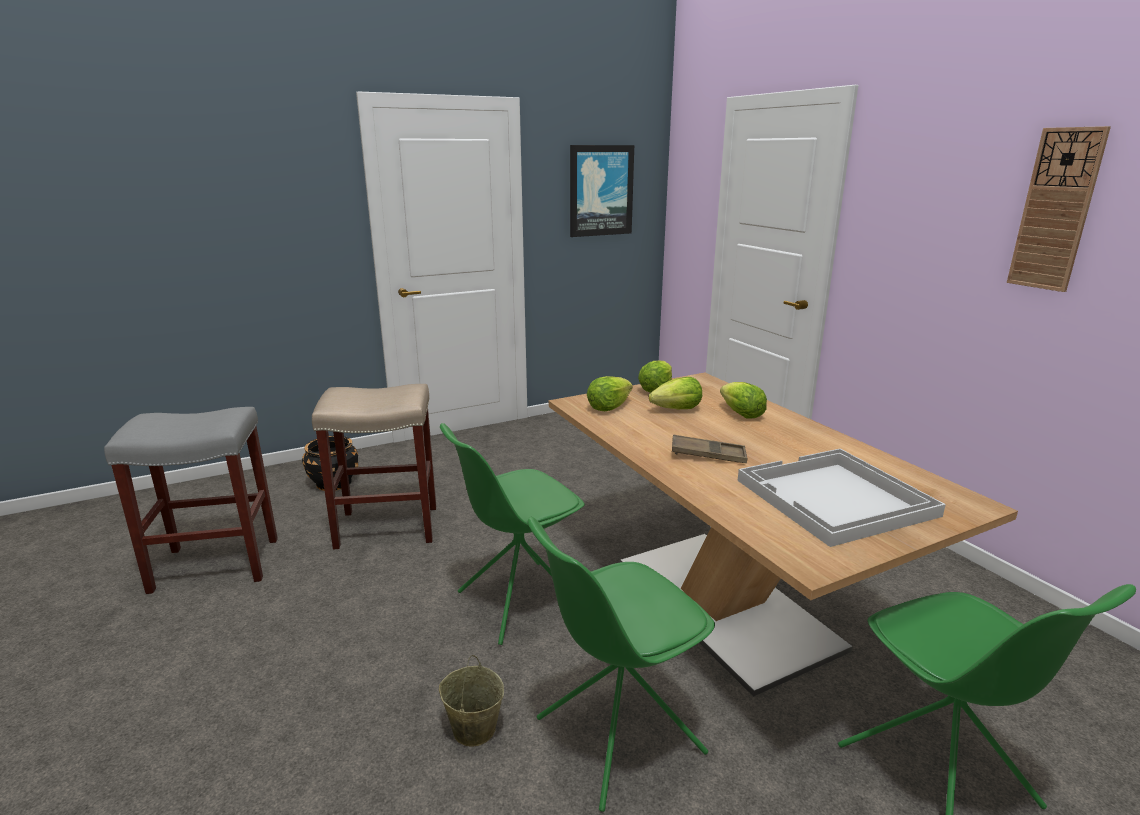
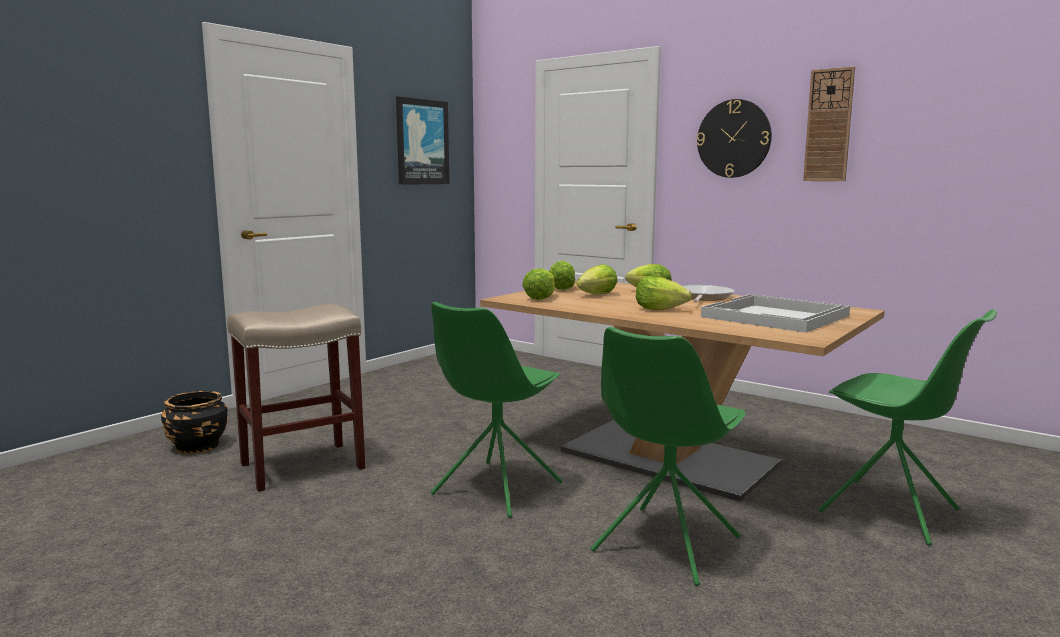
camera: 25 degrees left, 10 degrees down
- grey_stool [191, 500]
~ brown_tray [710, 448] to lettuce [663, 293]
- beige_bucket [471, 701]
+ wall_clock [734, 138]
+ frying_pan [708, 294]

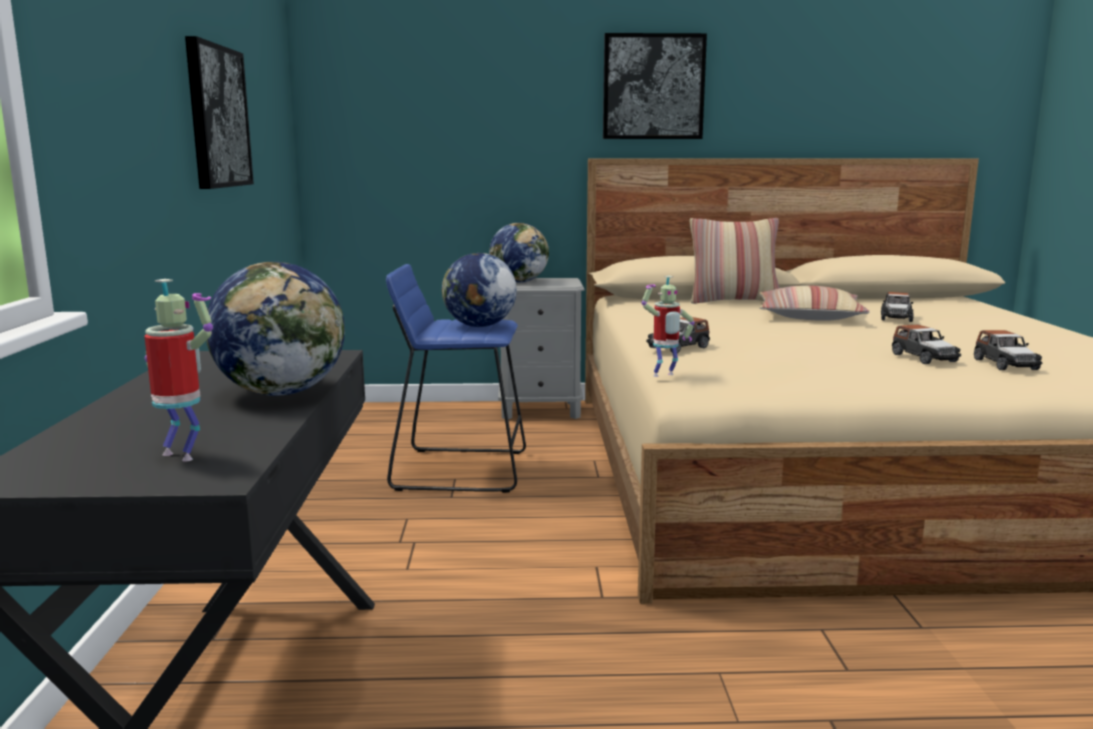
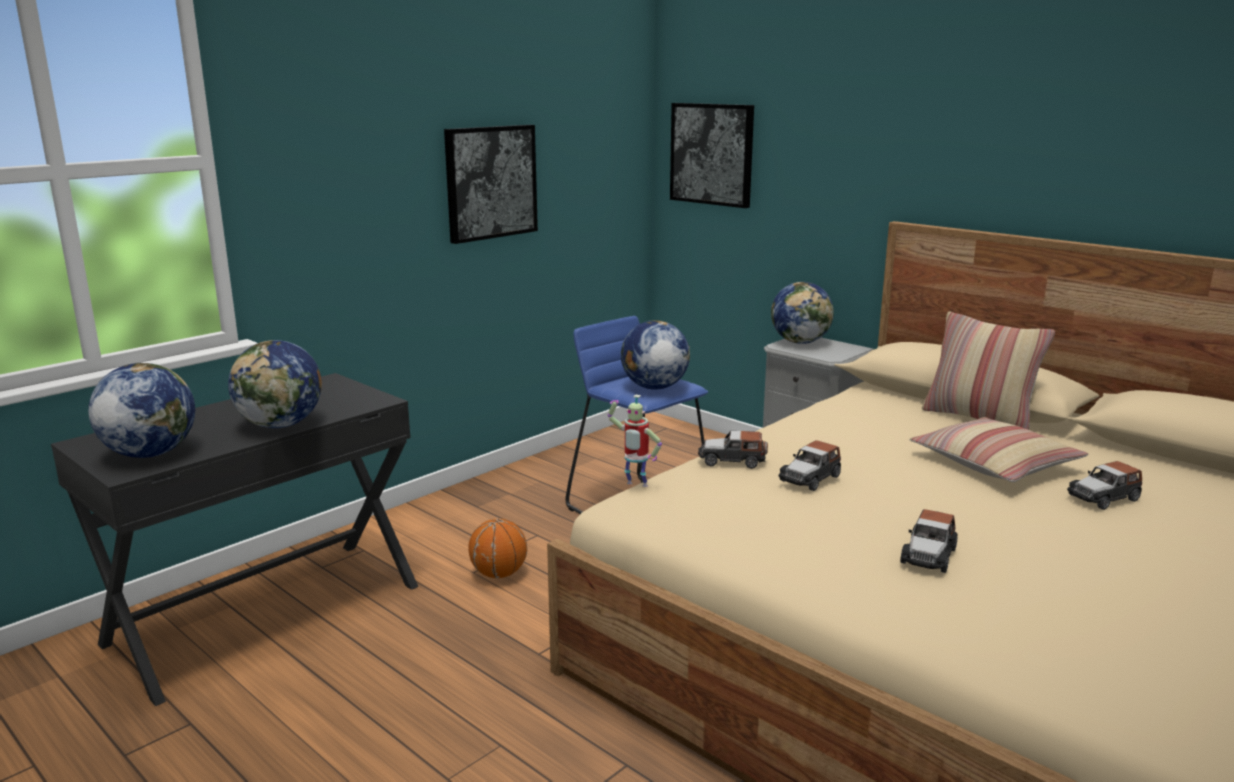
camera: 45 degrees right, 5 degrees up
~ picture [655, 86] to [712, 155]
~ toy_robot [178, 370] to globe [141, 410]
~ toy_car [1008, 350] to [809, 465]
+ basketball [498, 548]

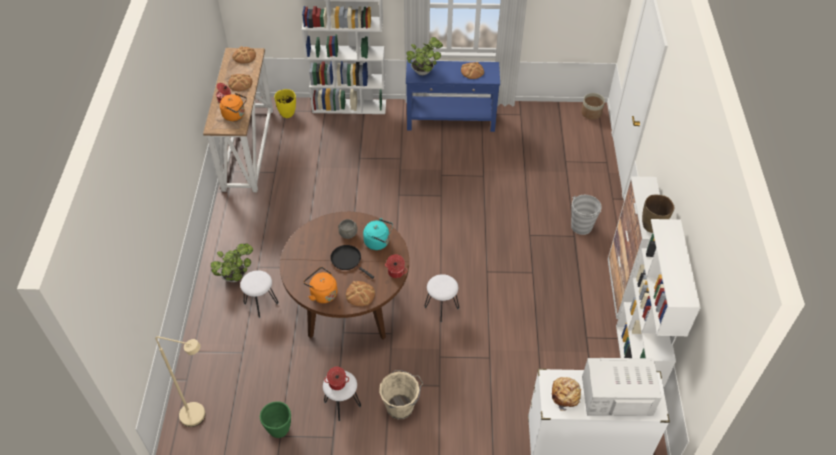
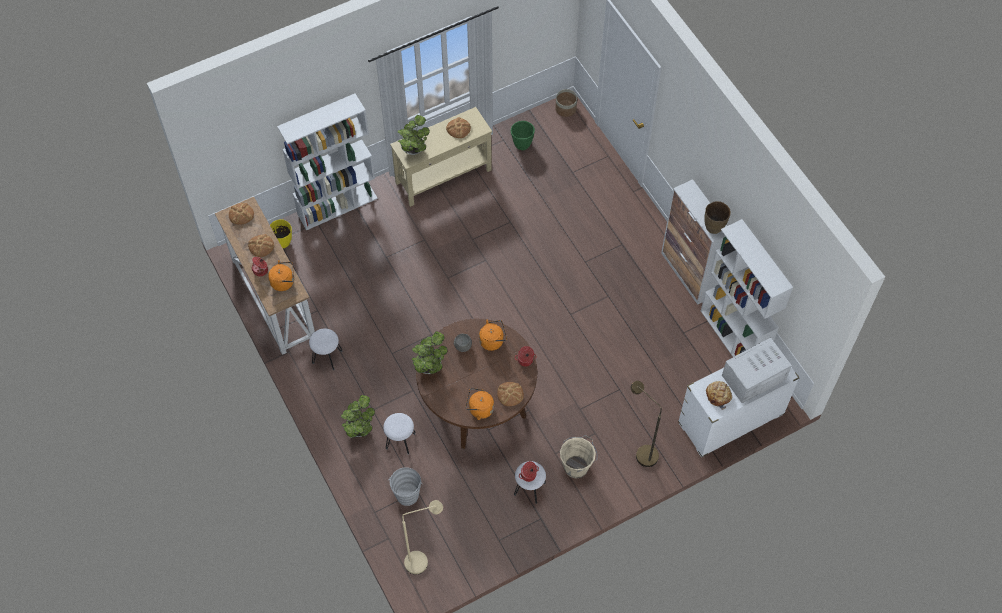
camera: 30 degrees left, 10 degrees up
~ blue_console_table [453, 96] to beige_console_table [441, 157]
~ grey_bucket [586, 215] to [405, 486]
~ turquoise_kettle [378, 234] to orange_kettle [493, 335]
- black_frying_pan [352, 262]
~ white_stool [441, 298] to [325, 349]
~ green_planter [275, 420] to [523, 135]
+ potted_plant [429, 352]
+ brown_floor_lamp [646, 424]

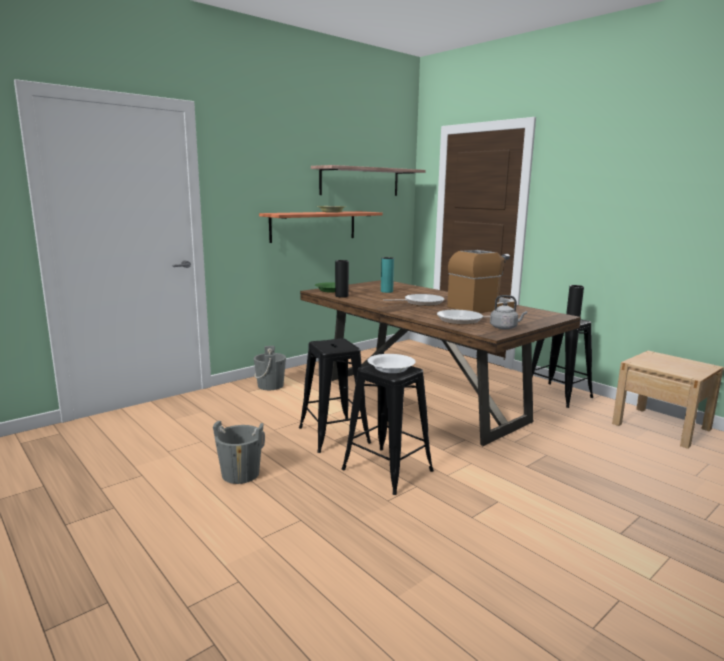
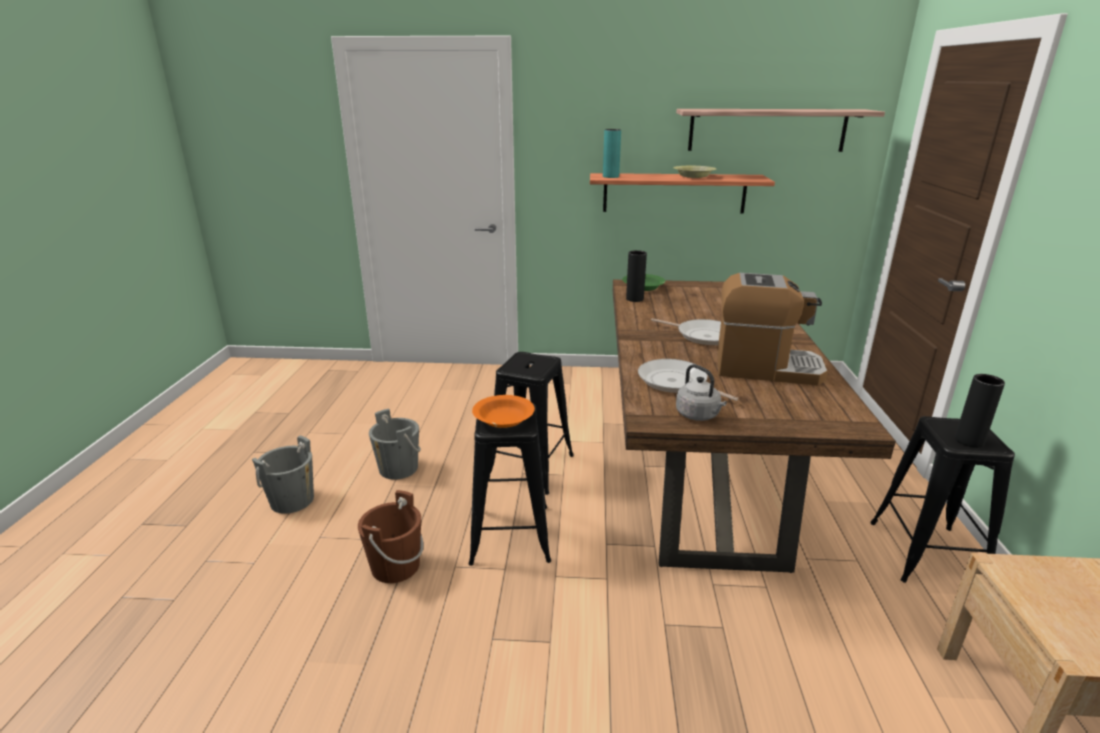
camera: 45 degrees right, 10 degrees up
~ turquoise_vase [387, 275] to [612, 153]
~ grey_bucket [270, 368] to [283, 475]
~ white_bowl [391, 363] to orange_bowl [503, 411]
+ brown_bucket [391, 536]

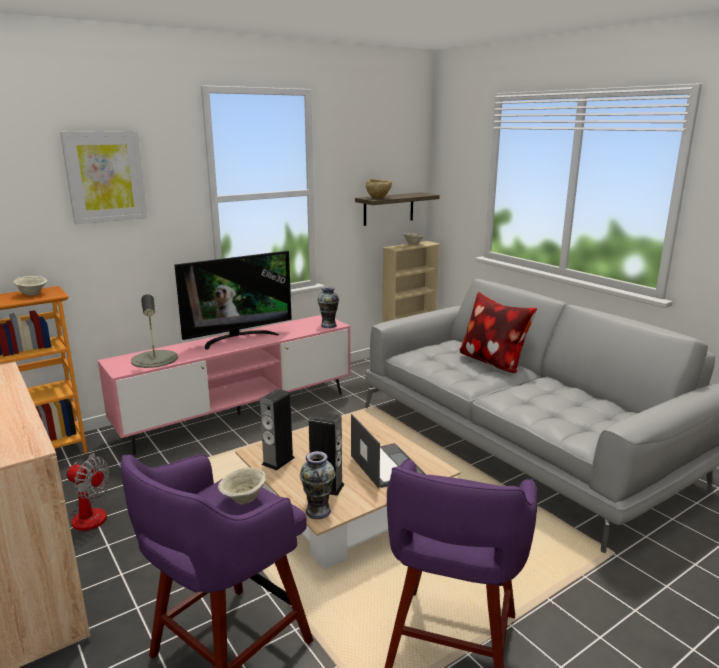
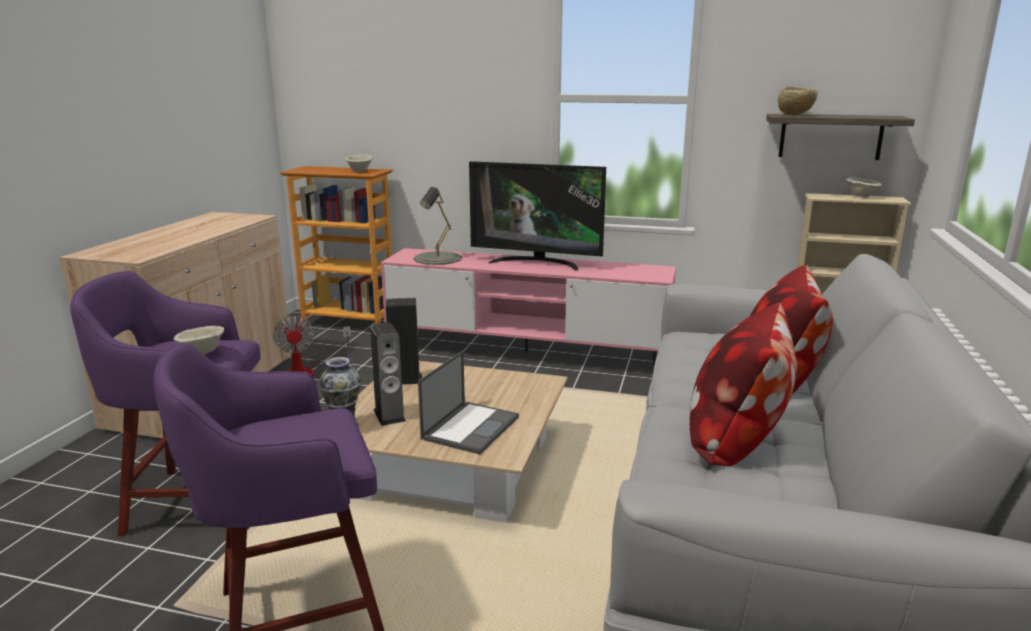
camera: 50 degrees right, 0 degrees up
- picture [103, 177]
- vase [328, 307]
+ pillow [743, 384]

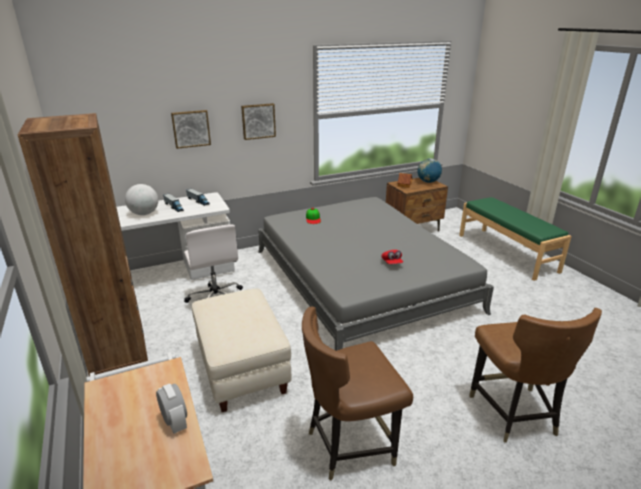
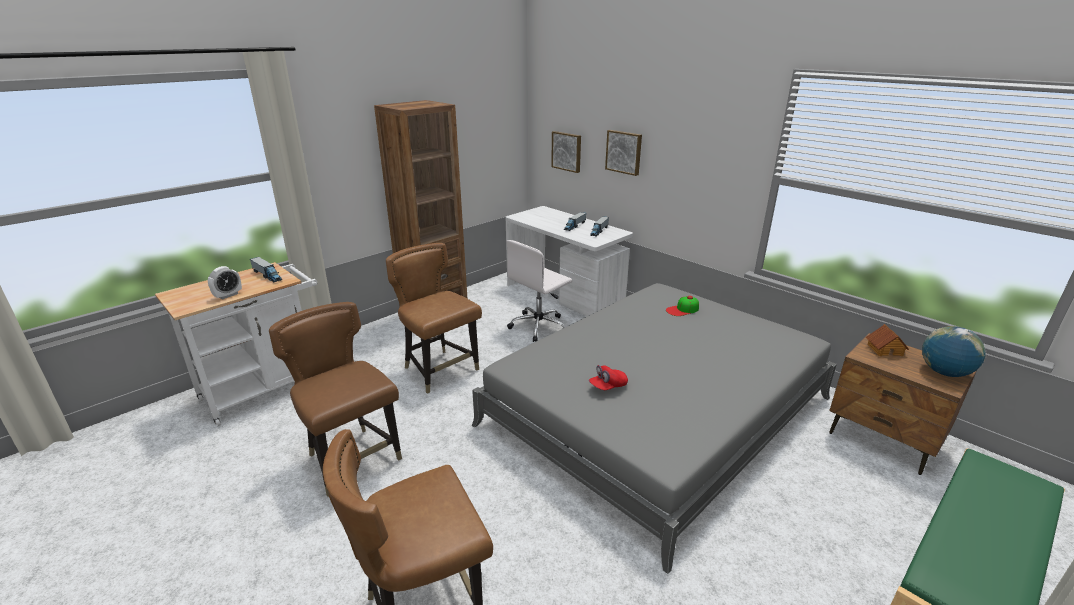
camera: 70 degrees right, 0 degrees up
~ picture [258, 121] to [566, 152]
- globe [141, 199]
~ beige_ottoman [242, 350] to brown_chair [434, 318]
+ toy_truck [266, 270]

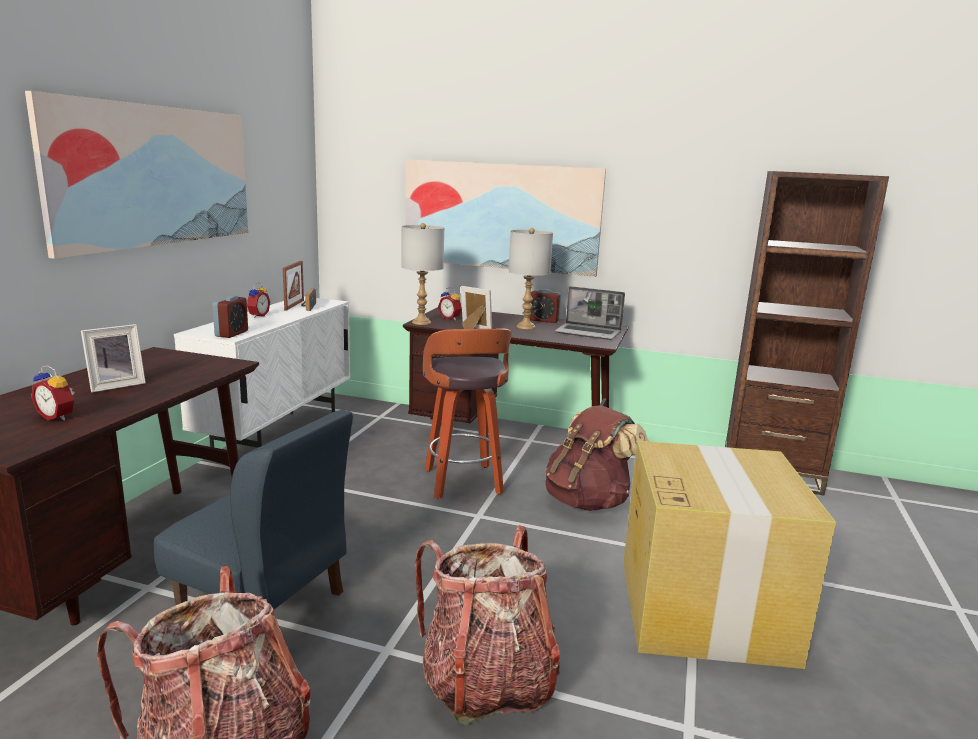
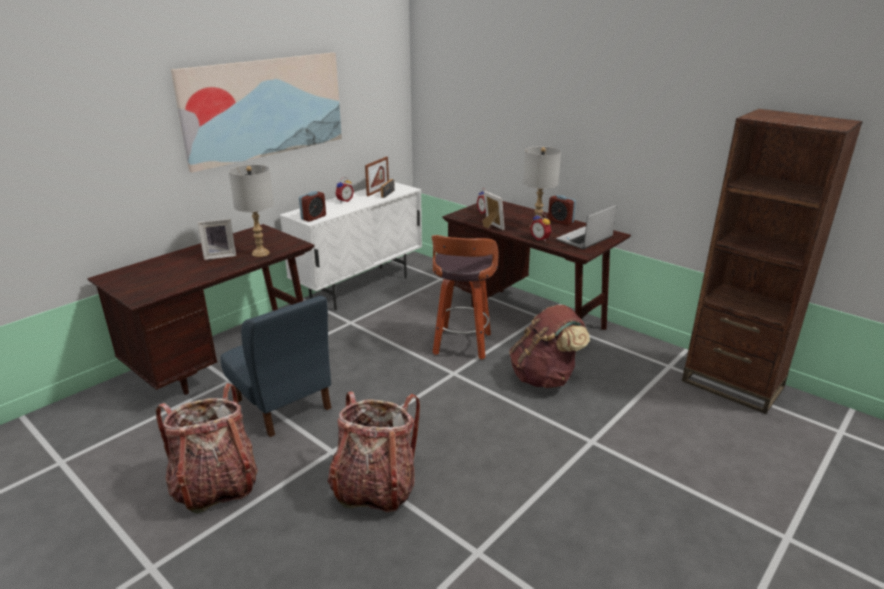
camera: 25 degrees right, 10 degrees up
- picture [505, 218]
~ grey_table_lamp [422, 274] to [251, 210]
~ laptop [590, 313] = [586, 226] 90 degrees clockwise
~ alarm_clock [52, 393] to [541, 226]
- cardboard_box [729, 555]

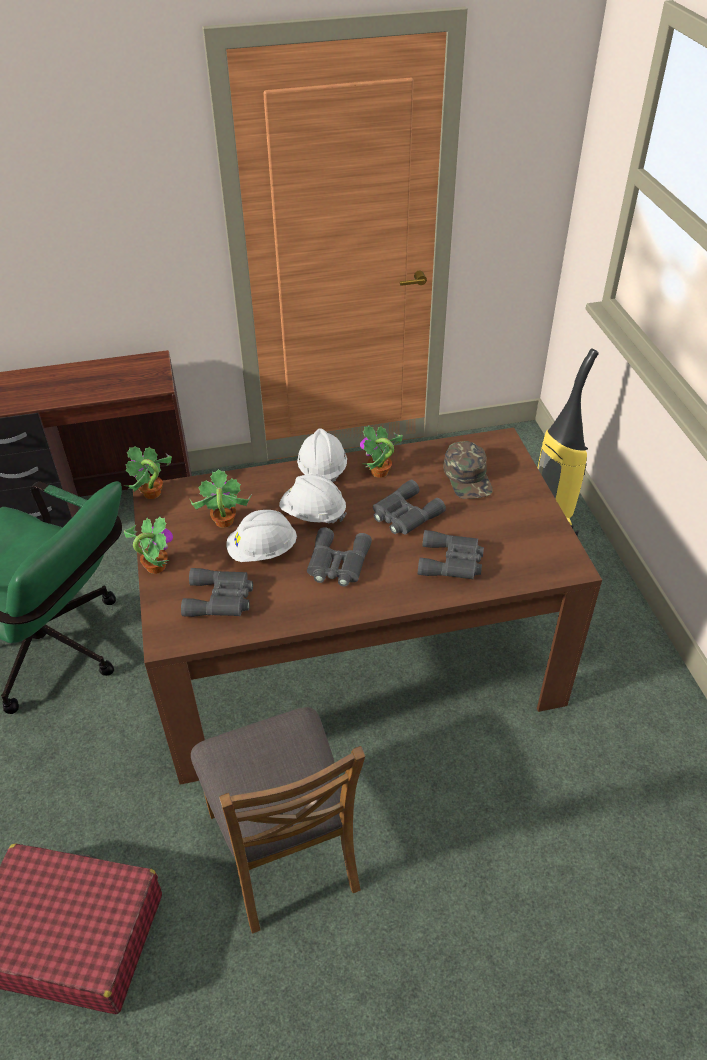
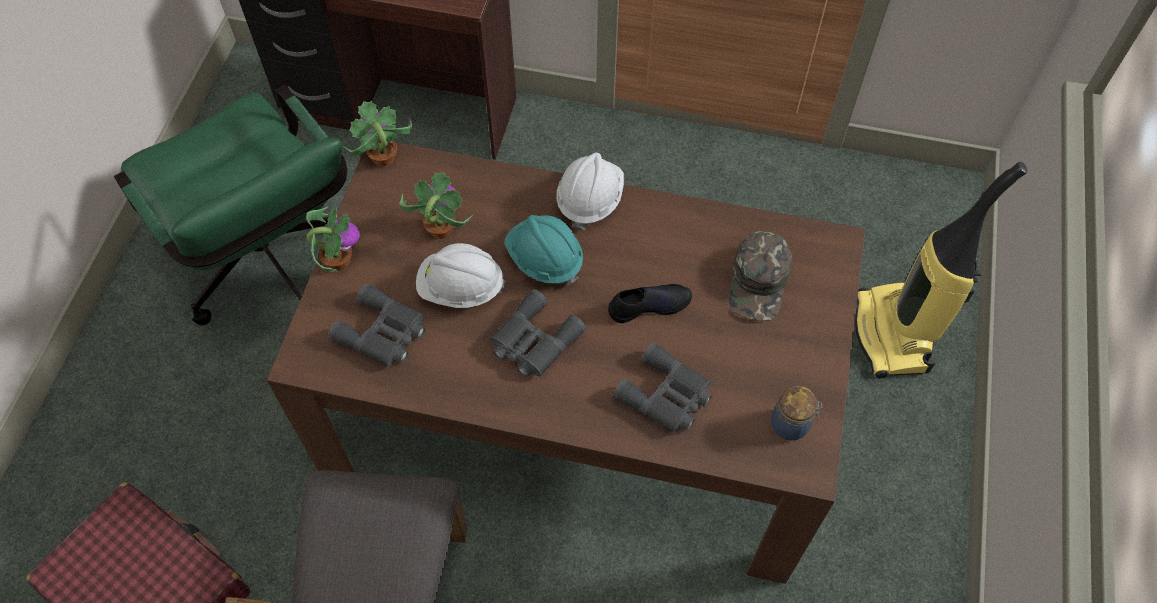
camera: 25 degrees right, 15 degrees up
- potted_plant [381, 452]
~ white_hard_hat [313, 498] to turquoise_hard_hat [543, 250]
~ grey_binoculars [409, 507] to black_shoe [650, 303]
+ jar [796, 413]

